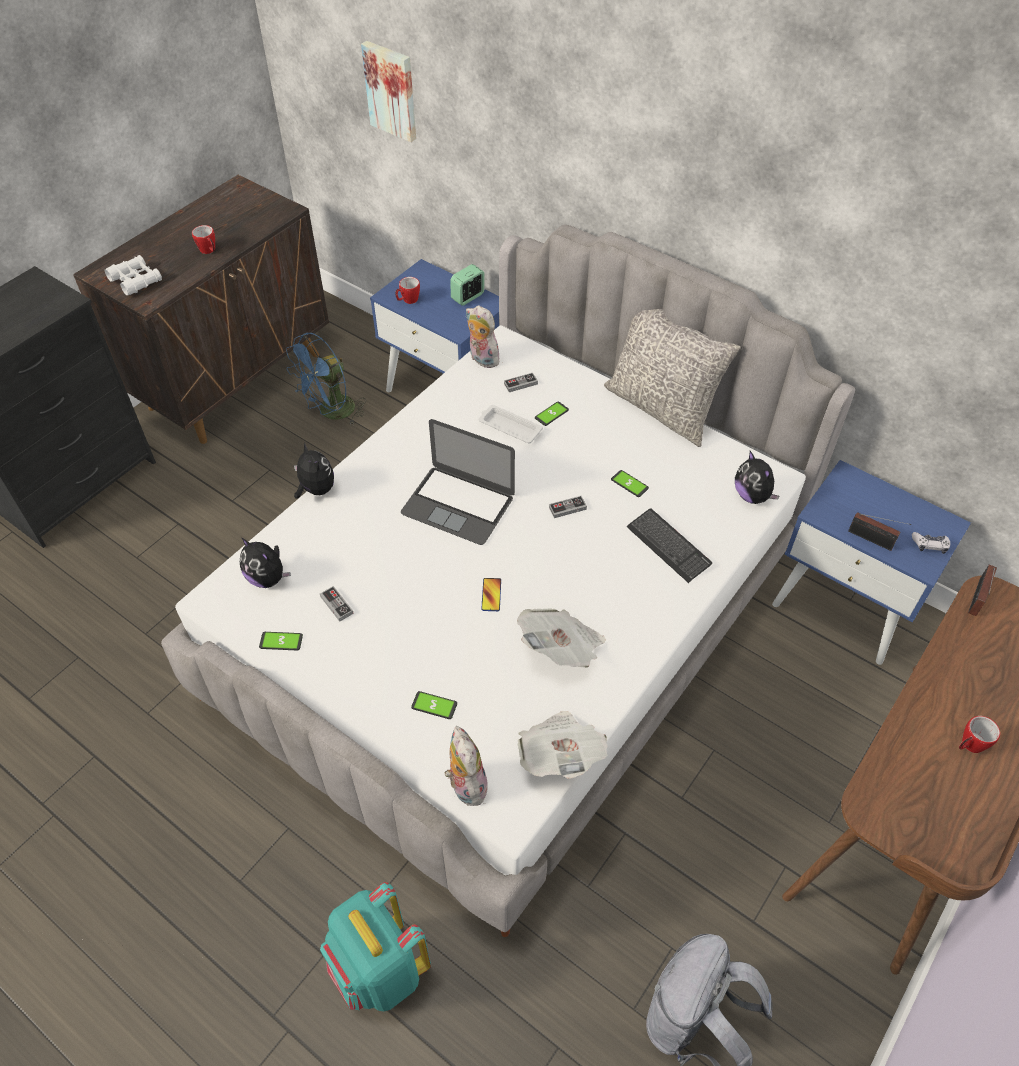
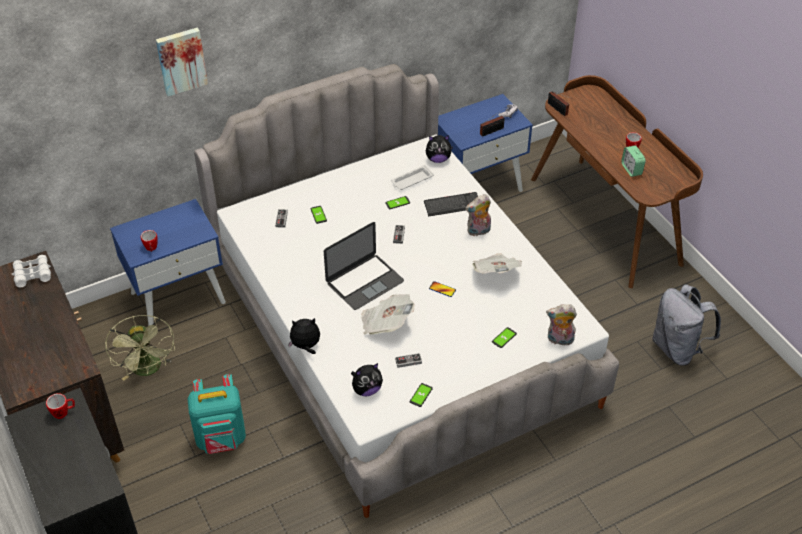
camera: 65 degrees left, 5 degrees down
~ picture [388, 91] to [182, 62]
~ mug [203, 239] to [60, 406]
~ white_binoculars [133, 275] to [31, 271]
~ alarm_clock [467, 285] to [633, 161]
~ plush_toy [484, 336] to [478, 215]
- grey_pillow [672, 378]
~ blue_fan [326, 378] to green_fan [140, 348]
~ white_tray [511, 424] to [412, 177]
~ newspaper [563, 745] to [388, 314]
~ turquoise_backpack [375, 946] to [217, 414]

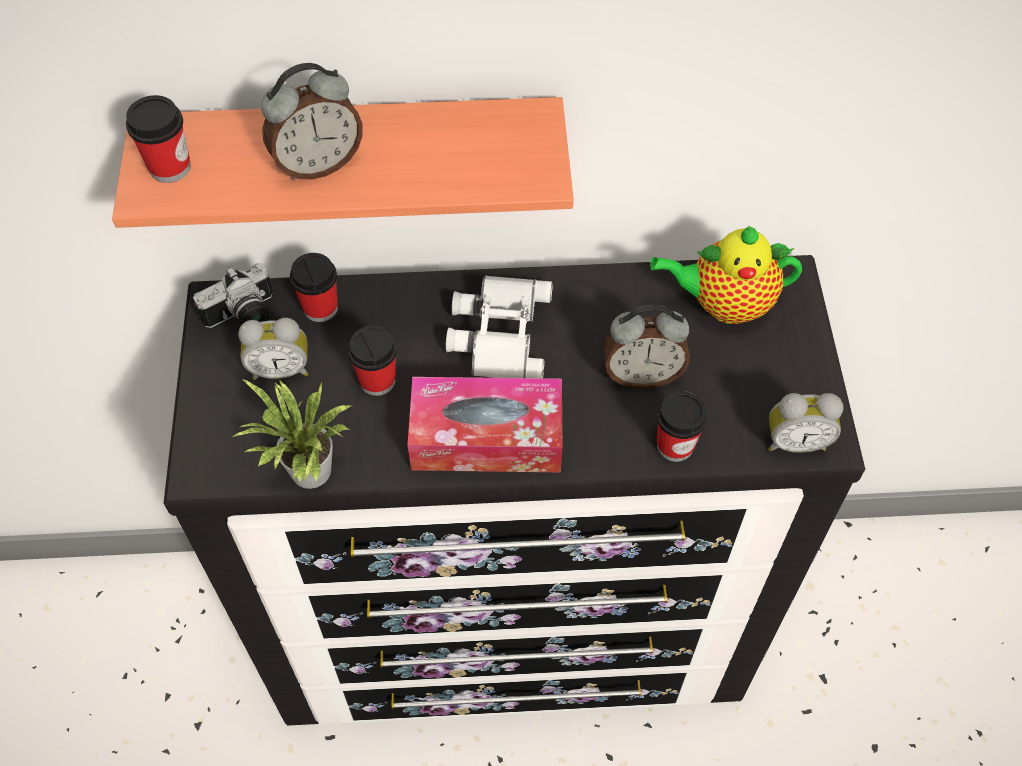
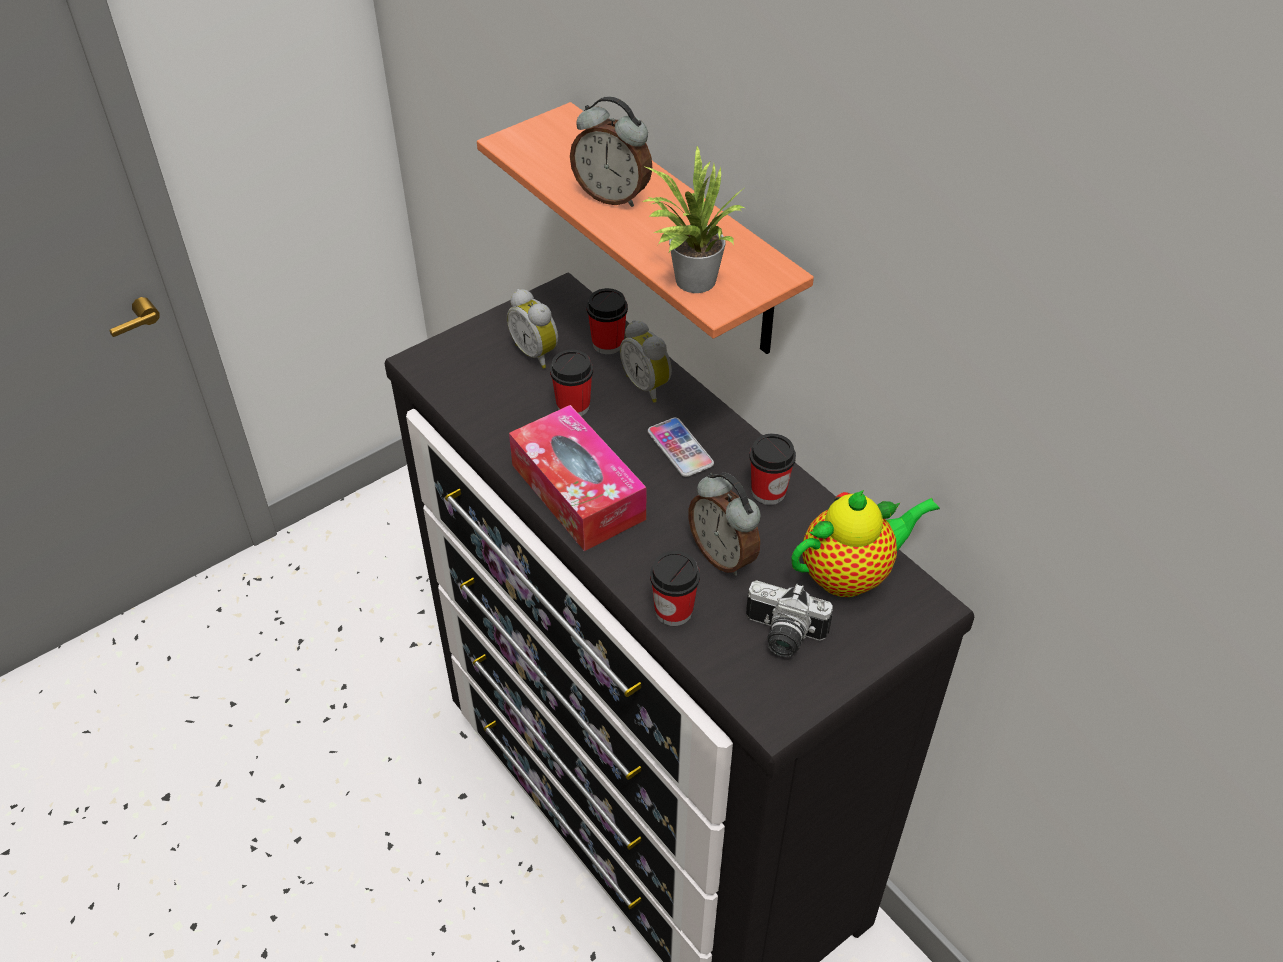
camera: 55 degrees right, 10 degrees down
~ cup [158, 139] to [772, 469]
~ teapot [726, 275] = [866, 543] 105 degrees clockwise
~ photo_camera [233, 295] to [789, 618]
~ white_binoculars [499, 326] to phone [681, 447]
~ potted_plant [292, 433] to [693, 219]
~ alarm_clock [805, 423] to [646, 361]

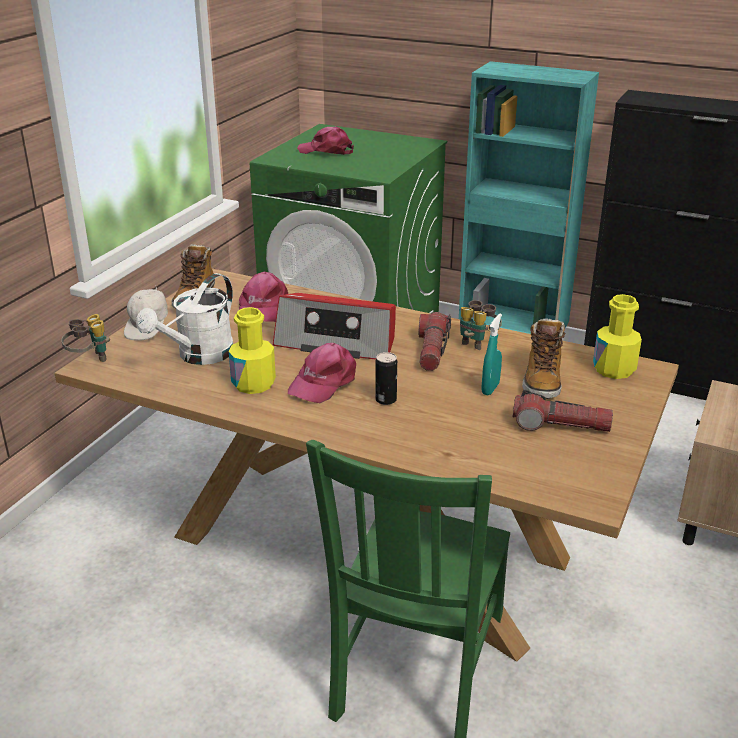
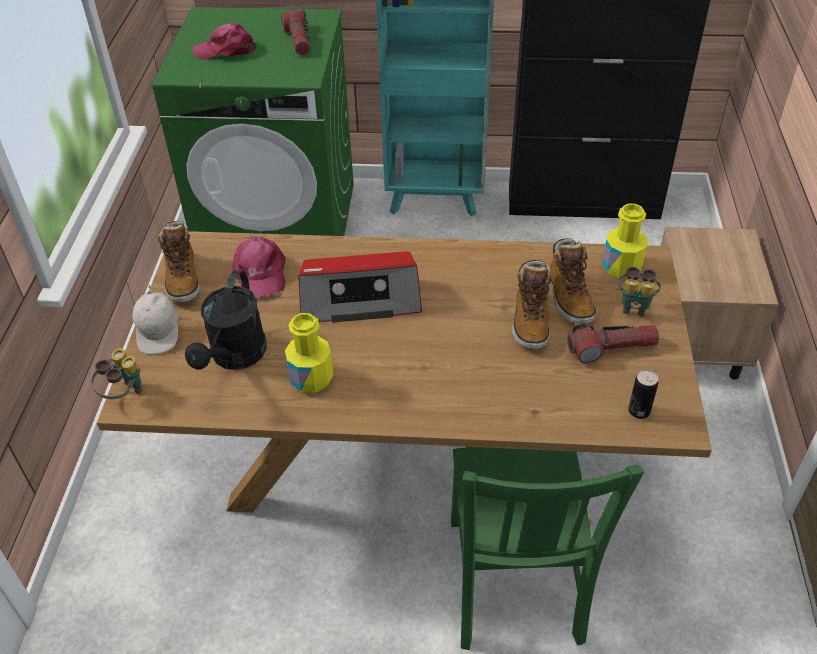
camera: 20 degrees left, 15 degrees up
~ white_watering_can [184, 319] to black_watering_can [226, 320]
~ binoculars [481, 325] to [639, 292]
~ flashlight [435, 341] to [295, 32]
~ turquoise_spray_bottle [492, 354] to boot [532, 304]
- pink_cap [322, 373]
~ can [386, 378] to [643, 394]

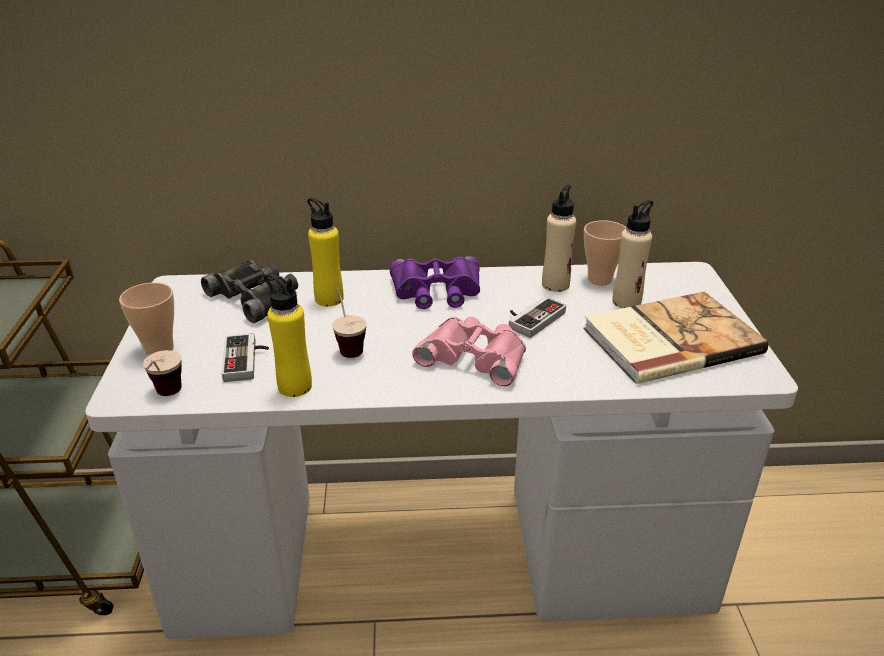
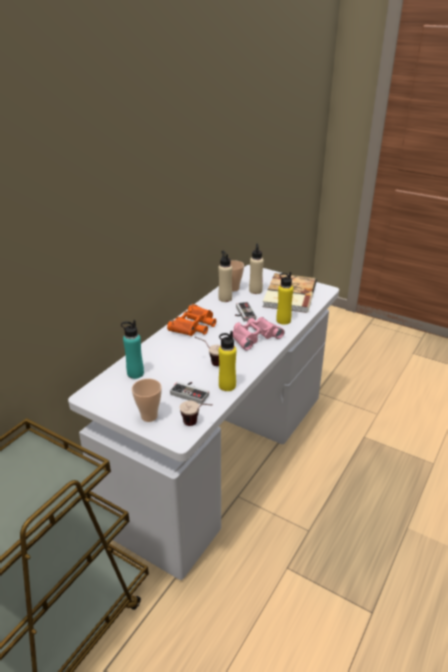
camera: 55 degrees left, 0 degrees up
~ yellow_bottle [325, 252] to [285, 298]
~ purple_binoculars [435, 282] to orange_binoculars [191, 320]
~ black_binoculars [249, 291] to turquoise_bottle [132, 349]

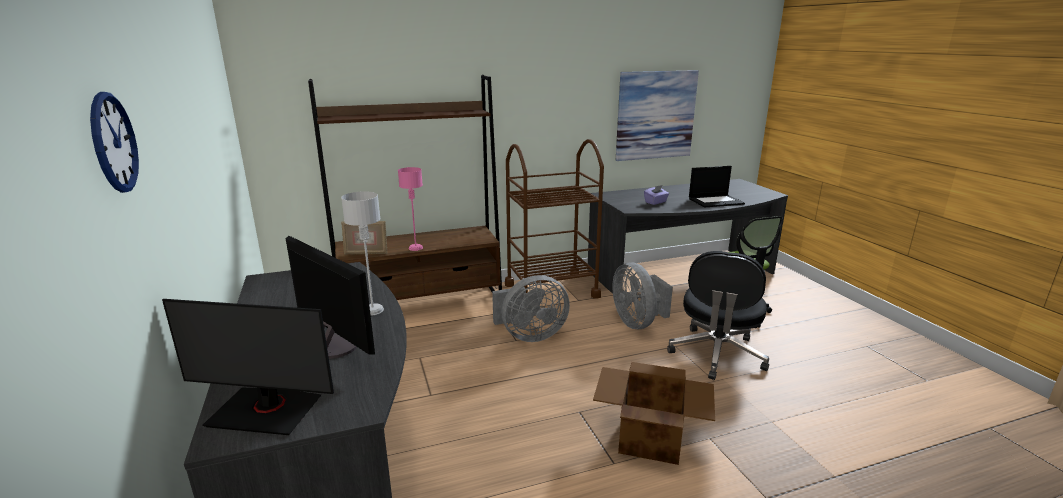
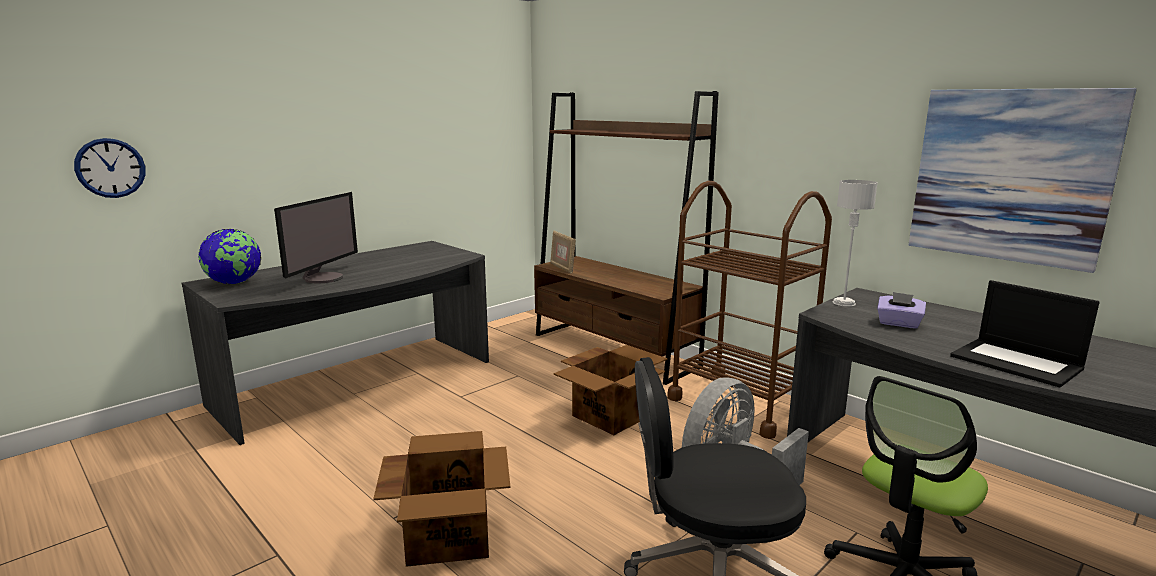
camera: 65 degrees right, 5 degrees down
~ wall_clock [114, 142] to [110, 168]
- pink_table_lamp [410, 209]
~ grey_table_lamp [362, 253] to [855, 243]
~ grey_fan [531, 308] to cardboard_box [611, 390]
~ monitor [248, 367] to globe [229, 256]

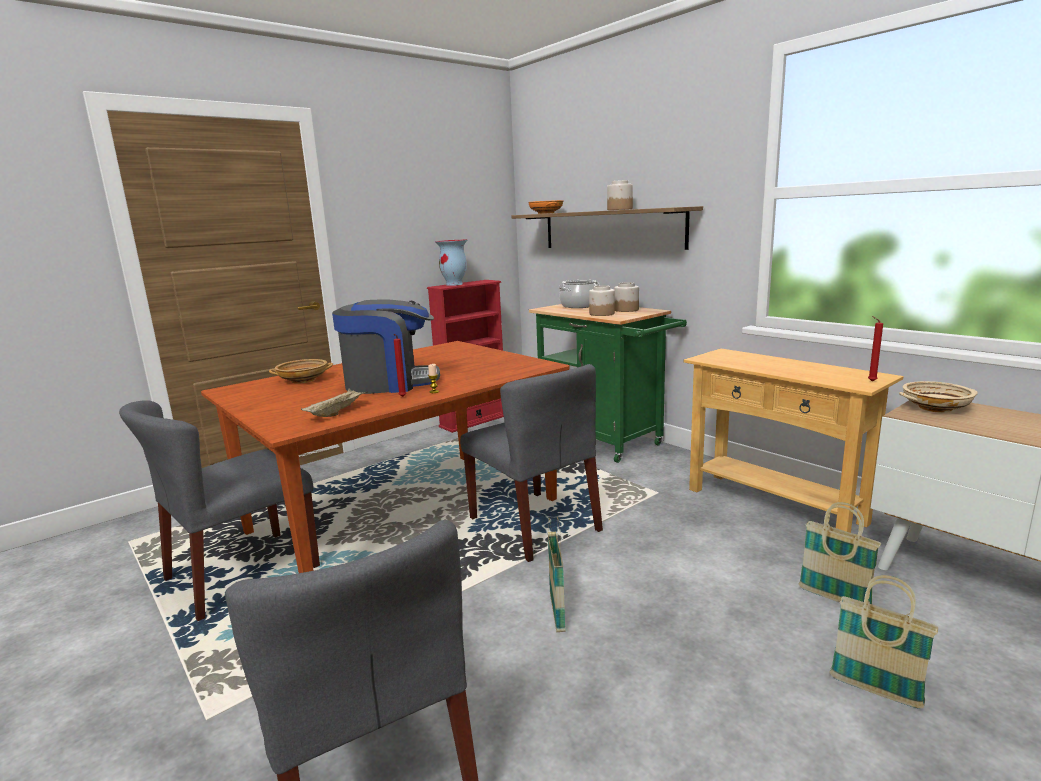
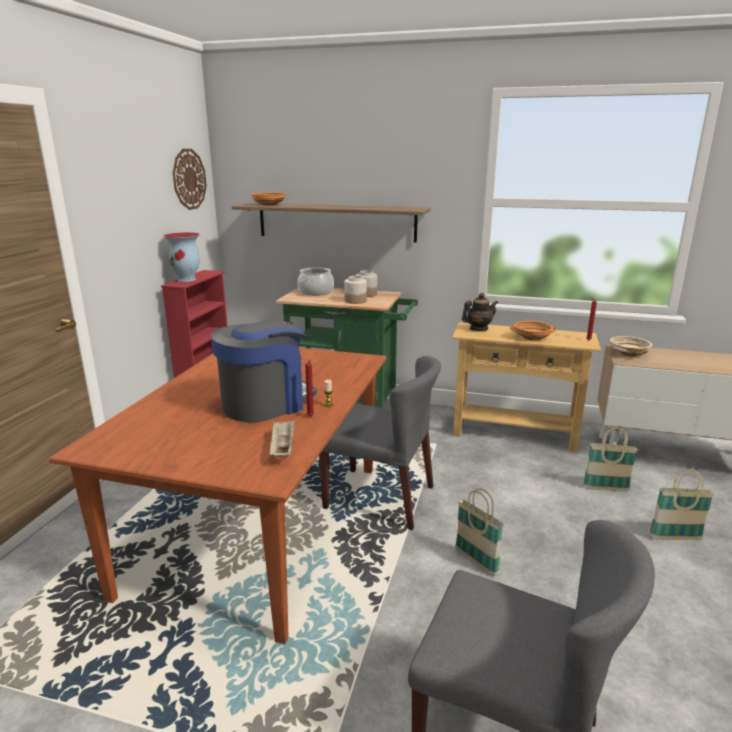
camera: 35 degrees left, 5 degrees up
- jar [620, 195]
- beige_bowl [301, 371]
- grey_chair [219, 510]
+ wall_clock [190, 179]
+ teapot [480, 312]
+ orange_bowl [533, 331]

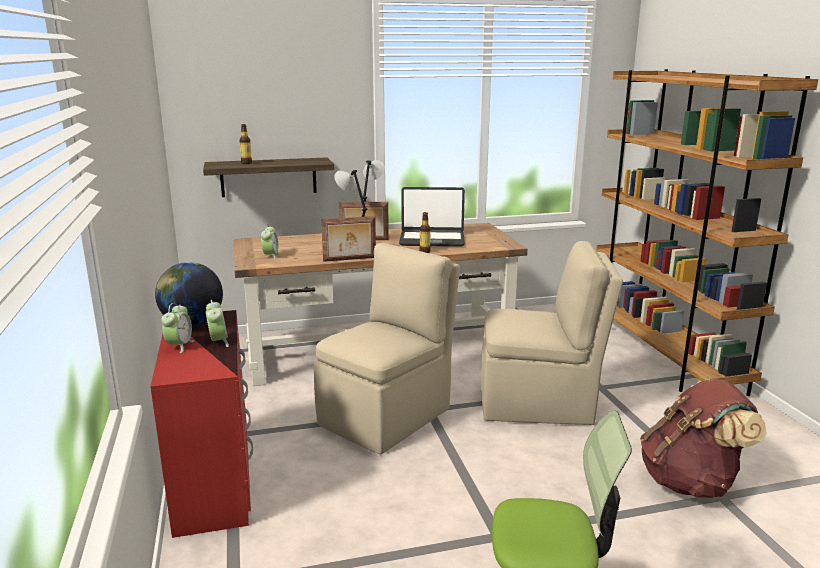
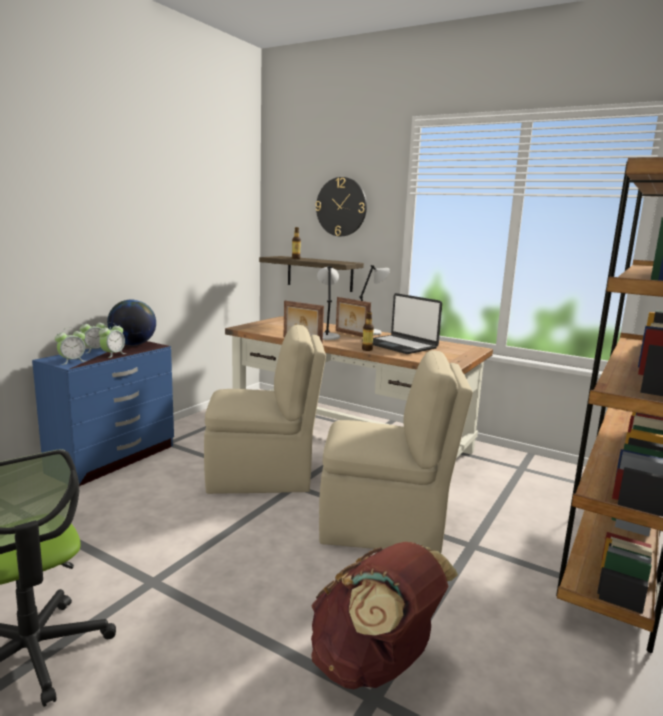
camera: 45 degrees right, 5 degrees down
~ alarm_clock [270, 242] to [70, 346]
~ beige_chair [551, 333] = [396, 451] 45 degrees counterclockwise
~ red_dresser [201, 424] to blue_dresser [103, 413]
+ wall_clock [341, 206]

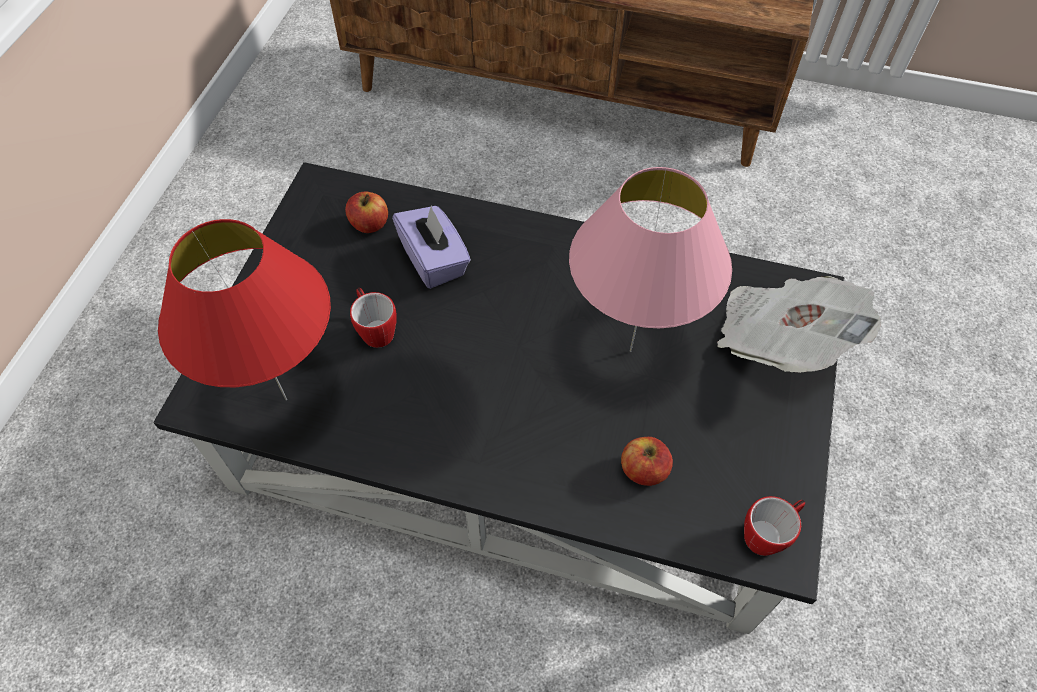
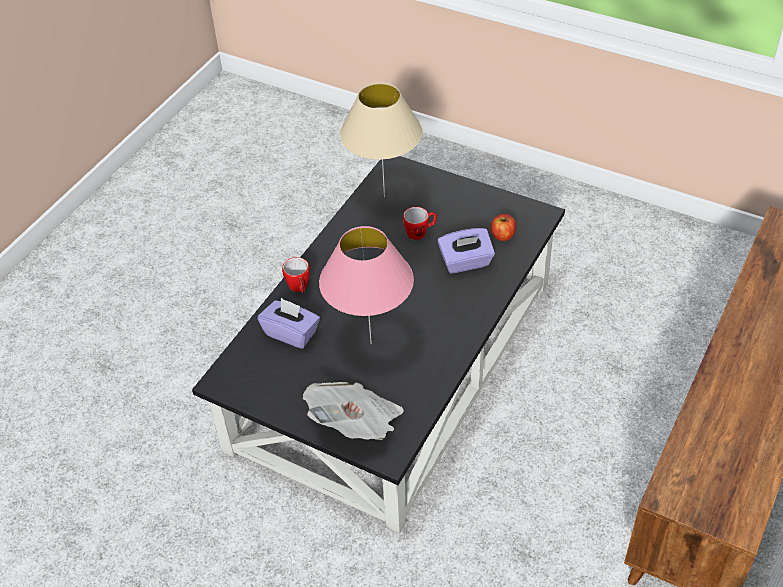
camera: 105 degrees right, 10 degrees down
~ red_table_lamp [244, 310] to beige_table_lamp [381, 140]
~ apple [647, 461] to purple_tissue_box [289, 323]
~ mug [774, 526] to [296, 275]

